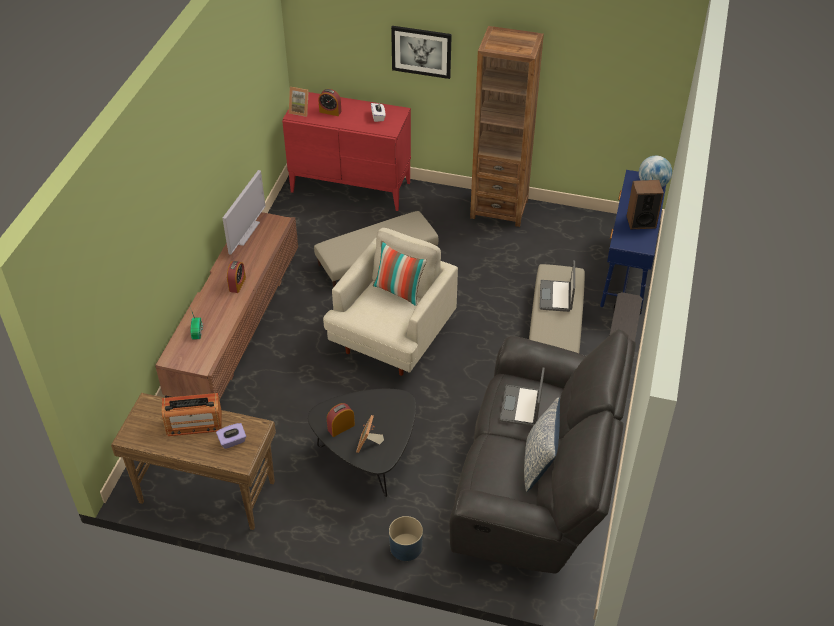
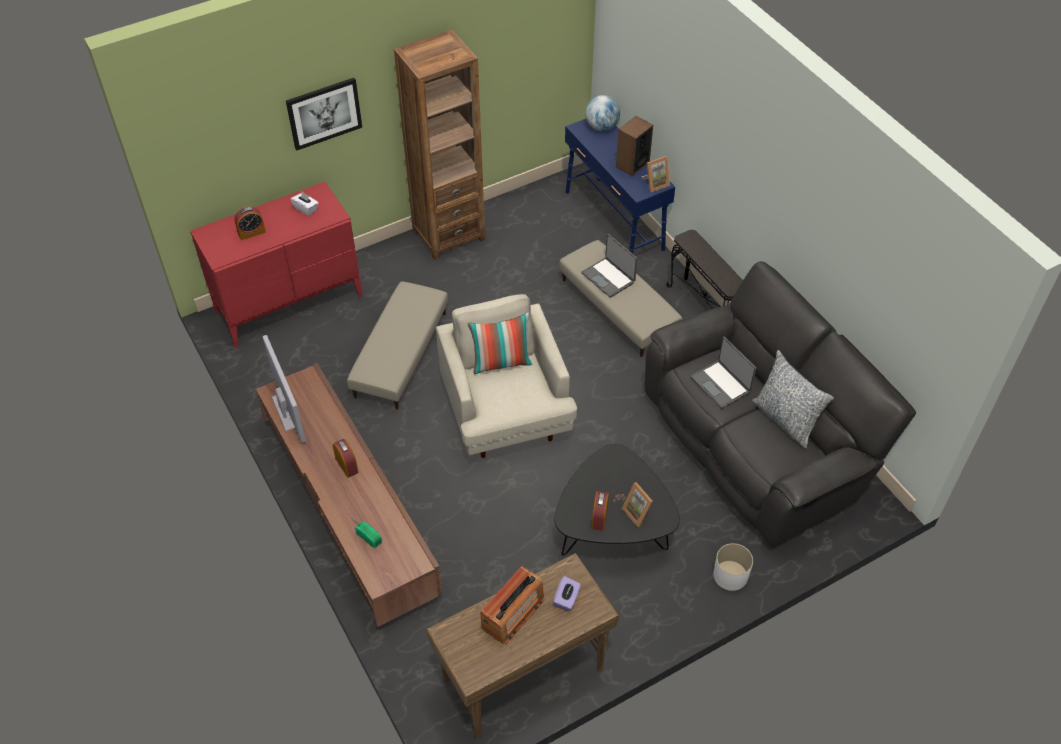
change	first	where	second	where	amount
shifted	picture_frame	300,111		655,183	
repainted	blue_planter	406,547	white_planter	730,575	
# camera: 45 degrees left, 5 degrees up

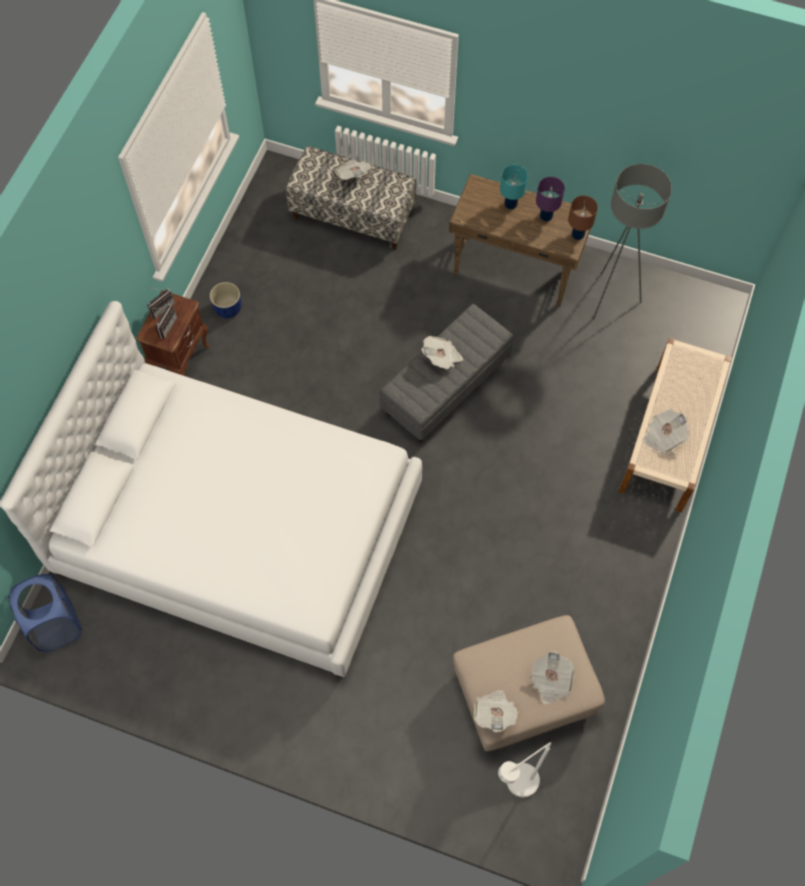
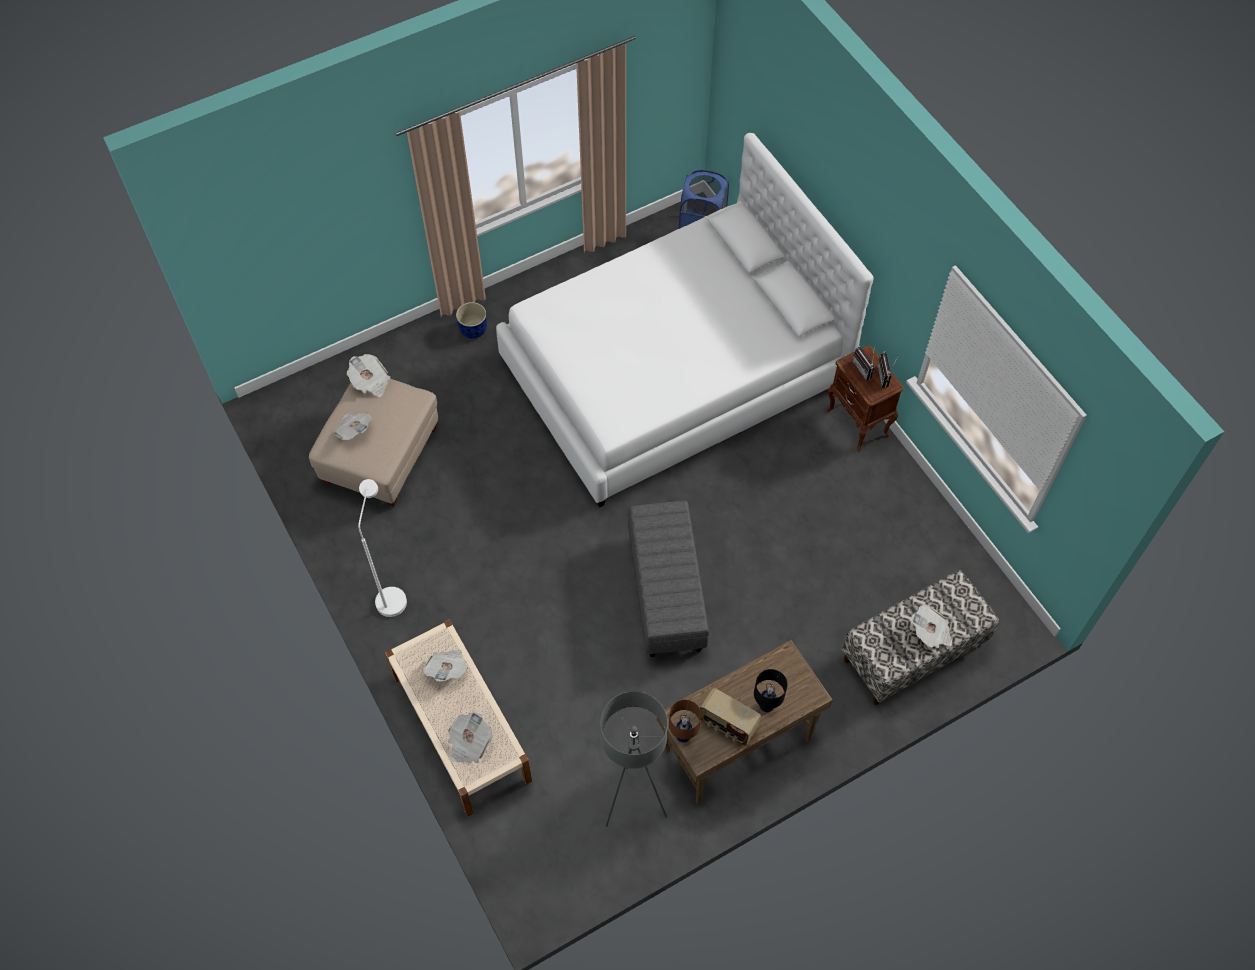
change	first	where	second	where	amount
shifted	white_floor_lamp	515,787		391,594	
shifted	newspaper	442,358		469,743	
shifted	blue_planter	228,309		473,329	
swapped	purple_table_lamp	545,216	radio	728,724	
repainted	turquoise_table_lamp	510,204	black_table_lamp	767,705	
# camera: 130 degrees right, 5 degrees down

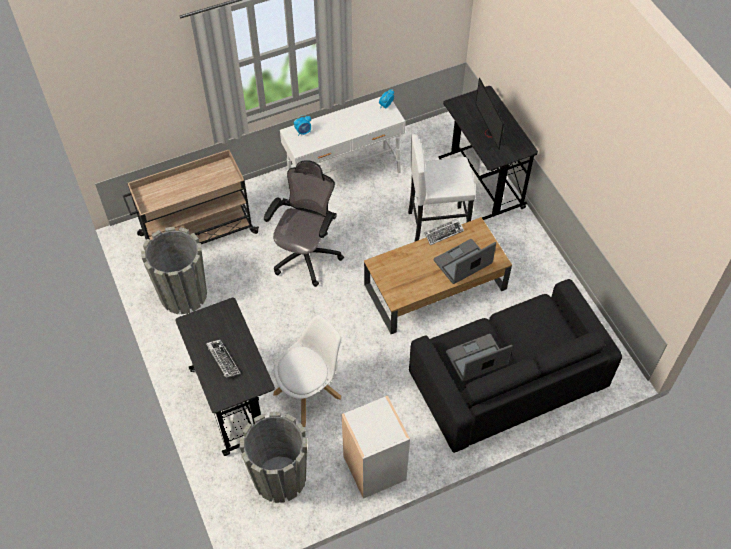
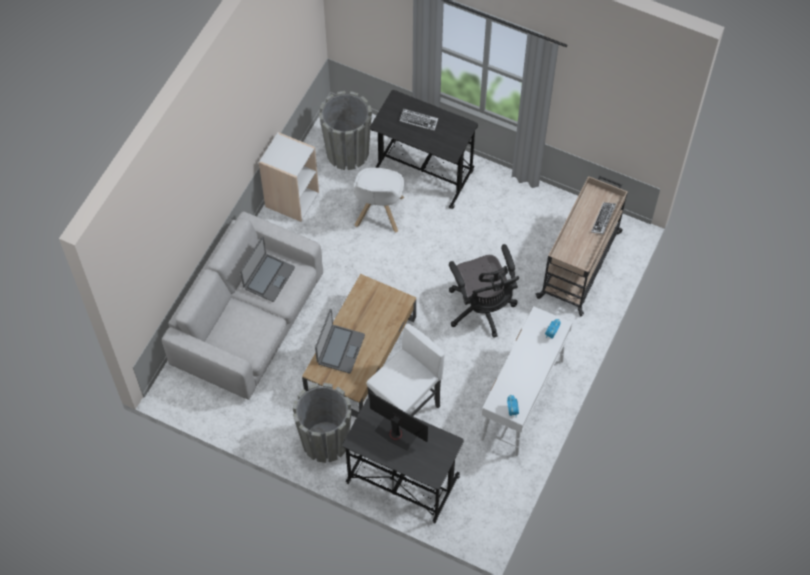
change	first	where	second	where	amount
repainted	black_sofa	506,380	white_sofa	249,321	
shifted	grey_planter	183,294		325,440	
shifted	keyboard	443,233		603,219	
# camera: 140 degrees right, 5 degrees up

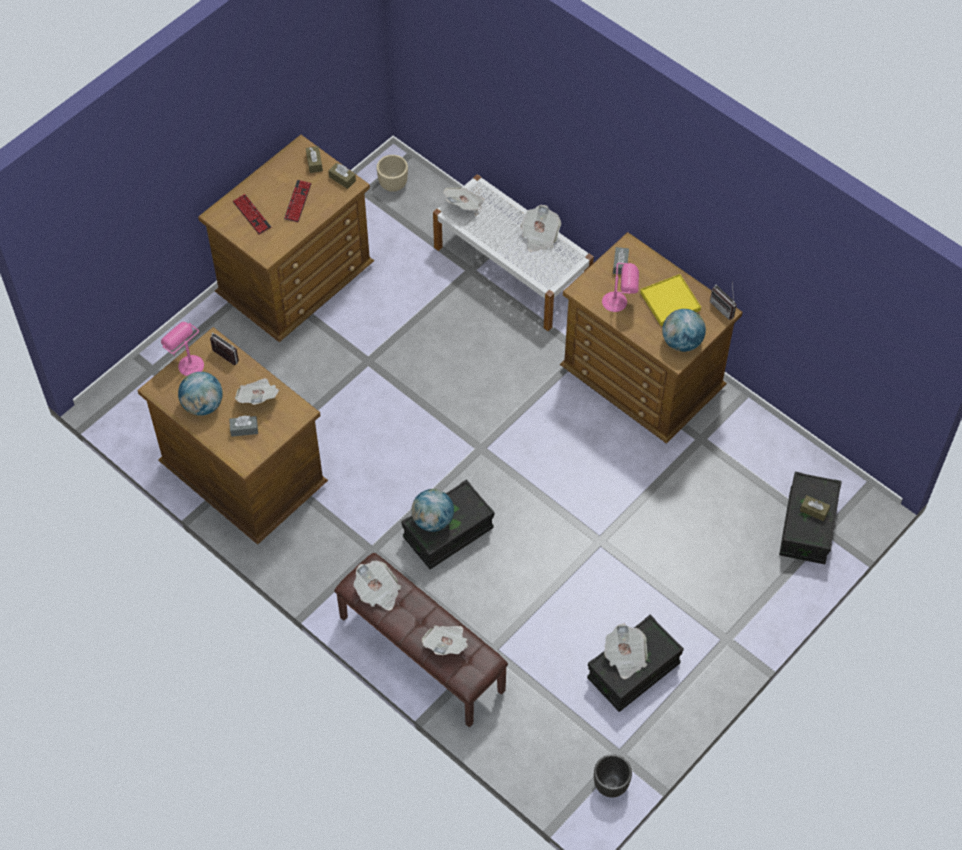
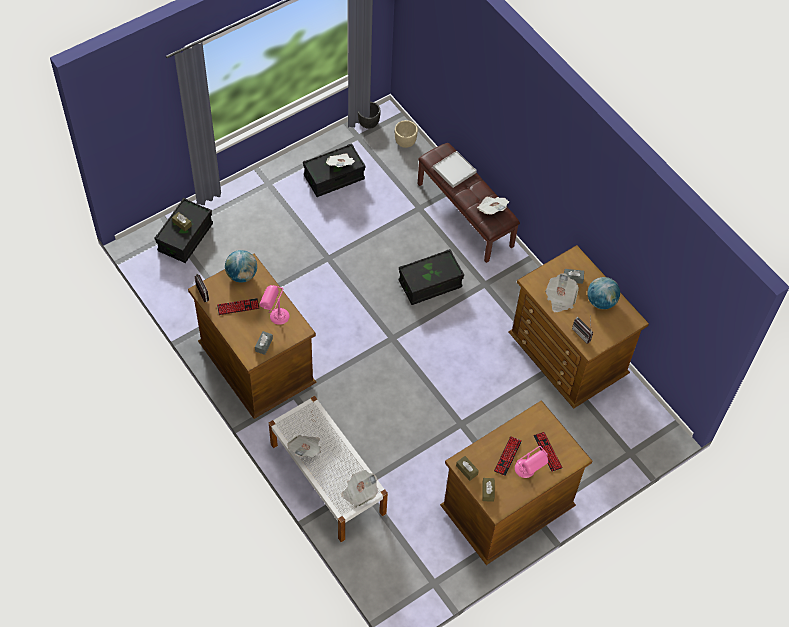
change	first	where	second	where	amount
swapped	yellow_tray	670,302	keyboard	238,307	
shifted	beige_planter	393,184		405,142	
swapped	newspaper	446,644	white_tray	454,170	
shifted	pink_table_lamp	186,363		528,471	
gone	globe	433,520			
# camera: 170 degrees left, 0 degrees up

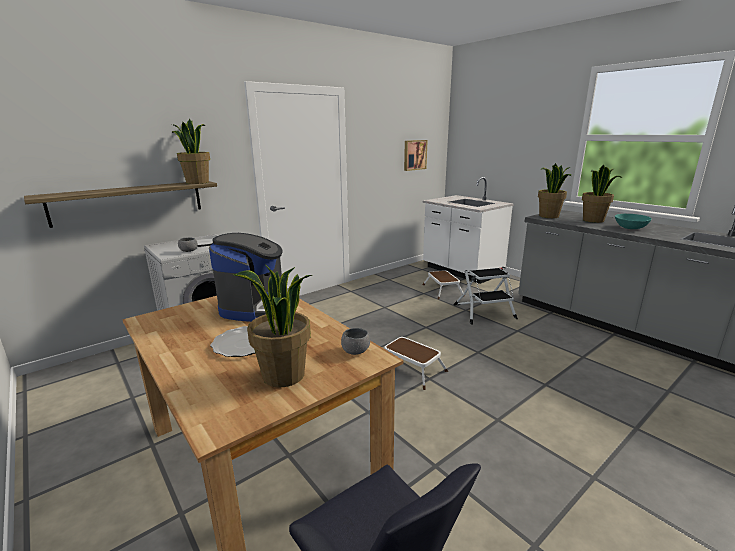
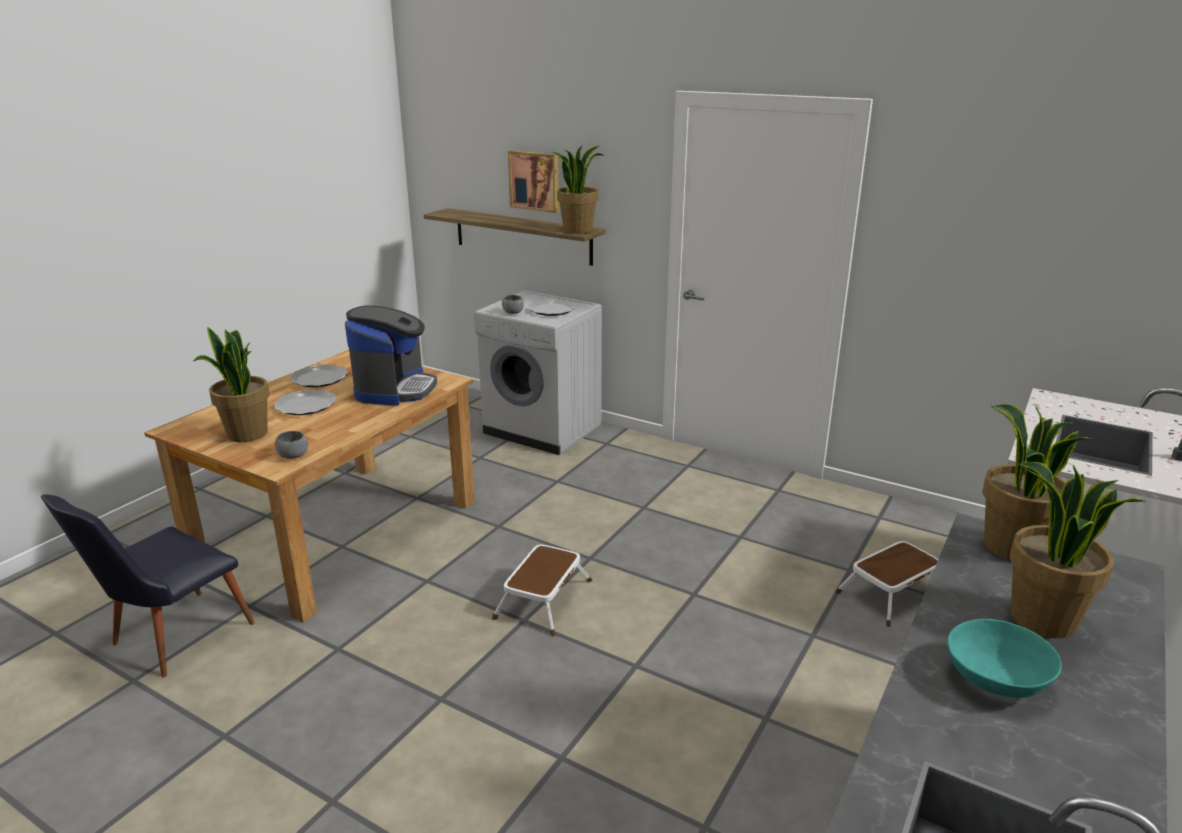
change	first	where	second	where	amount
new			plate	320,378	
rotated	coffee_machine	256,306		394,389	75 degrees counterclockwise
shifted	picture	414,155		535,181	
gone	step_ladder	483,312			
# camera: 70 degrees right, 5 degrees up

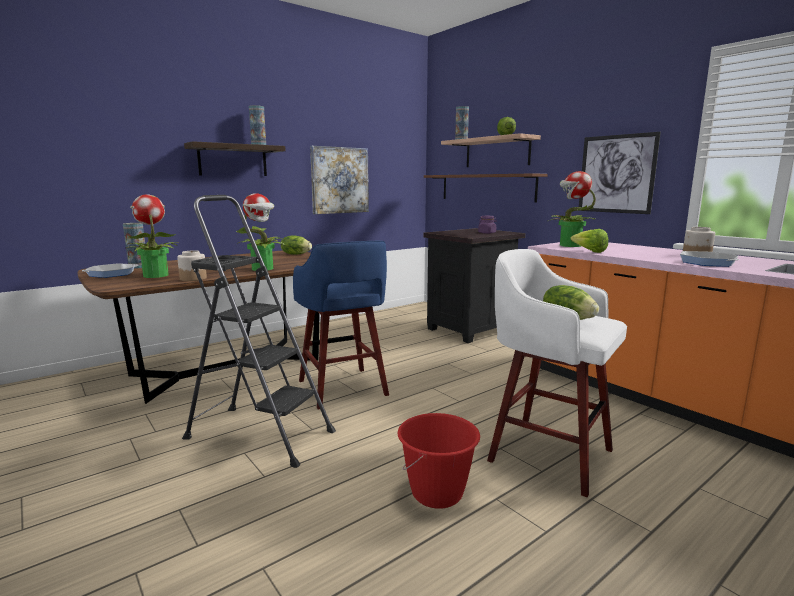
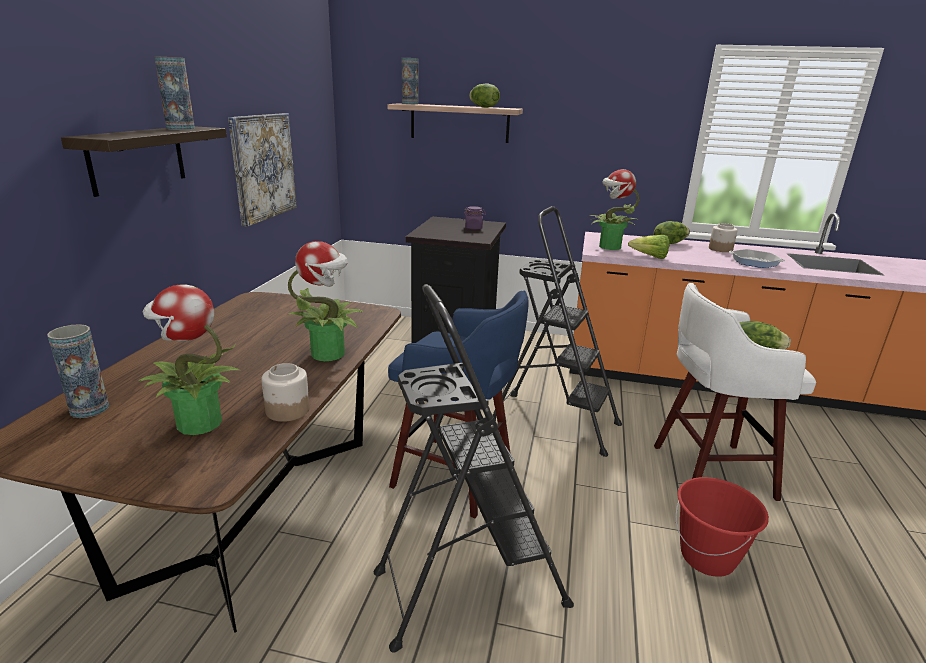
change	first	where	second	where	amount
new			step_ladder	553,421	
shifted	lettuce	296,254		669,243	
gone	frying_pan	111,274			
gone	brown_shelf	486,187			
gone	picture	616,174			
# camera: 40 degrees left, 10 degrees up

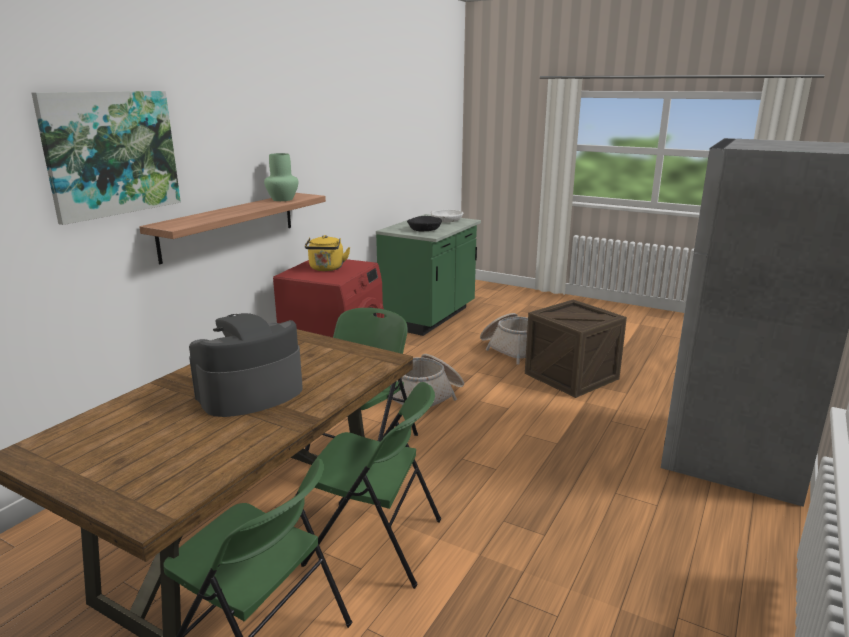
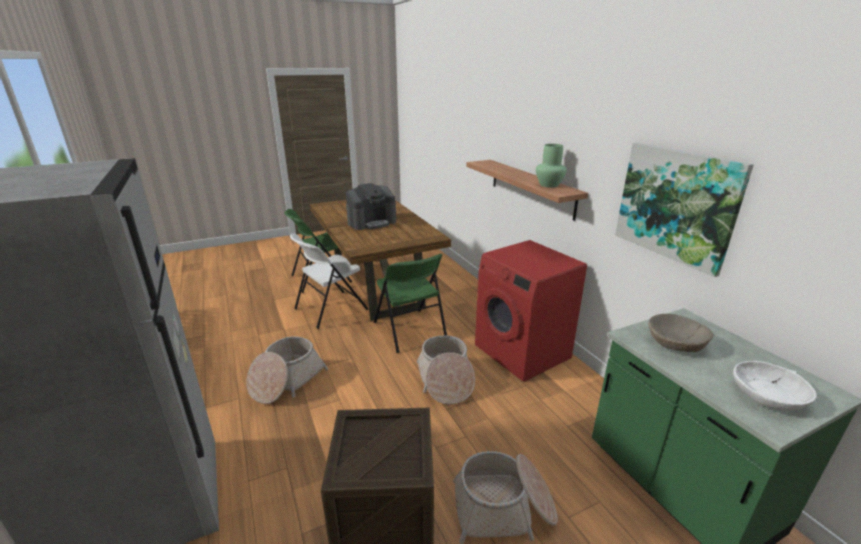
change	first	where	second	where	amount
new			basket	286,381	
repainted	green_chair	374,542	white_chair	331,309	
rotated	coffee_machine	250,393		372,222	60 degrees clockwise
shifted	picture	111,153		676,205	
repainted	black_bowl	424,230	beige_bowl	675,342	
gone	yellow_kettle	326,269			
# camera: 125 degrees right, 5 degrees up

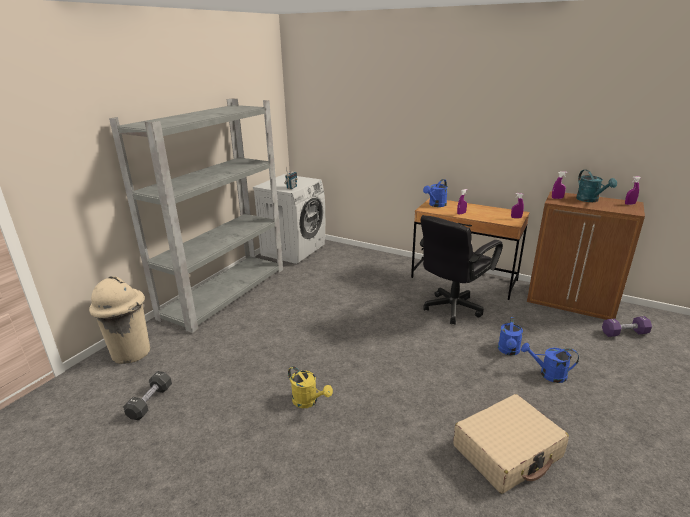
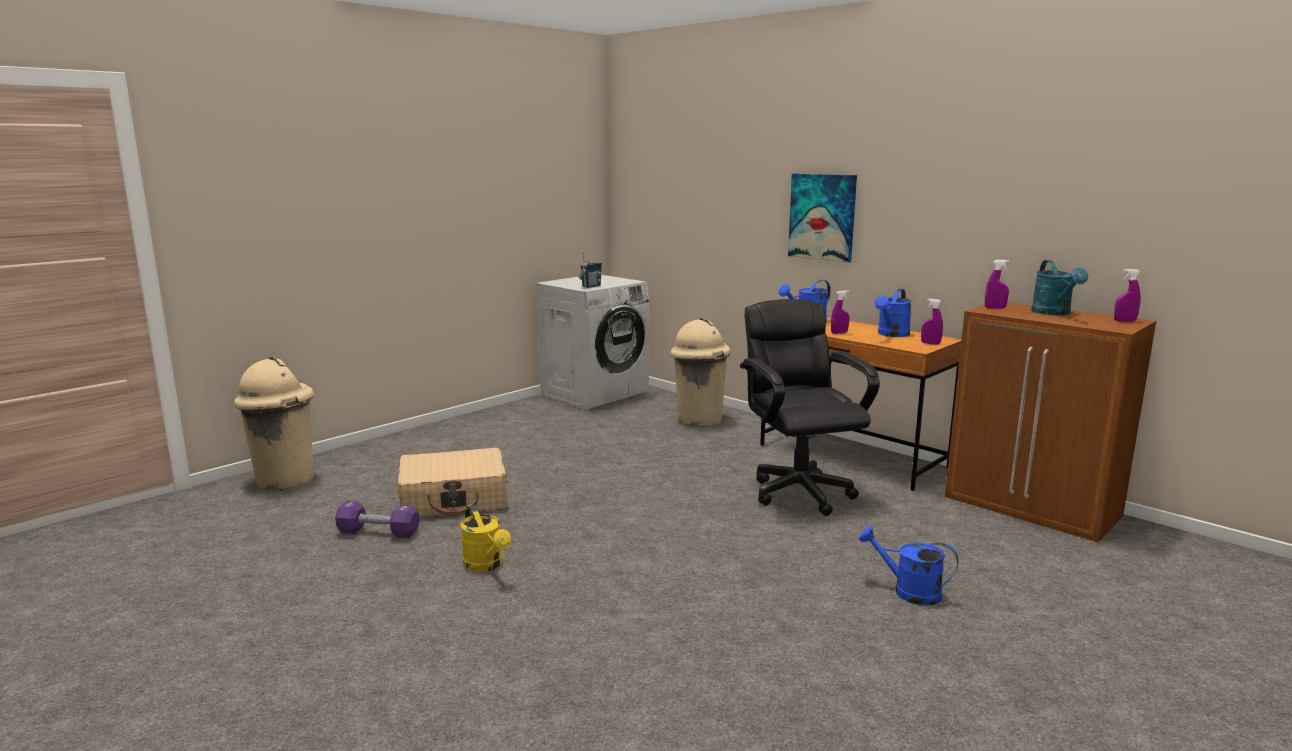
change	first	where	second	where	amount
shifted	purple_dumbbell	624,333		378,532	
shifted	beige_suitcase	507,451		454,499	
new			beige_trash_can	699,420	
rotated	black_office_chair	451,311		797,492	105 degrees clockwise
new			picture	822,217	
shifted	blue_watering_can	508,351		891,334	
gone	grey_bookcase	225,292			
gone	black_dumbbell	150,402			
# camera: 15 degrees right, 10 degrees down

